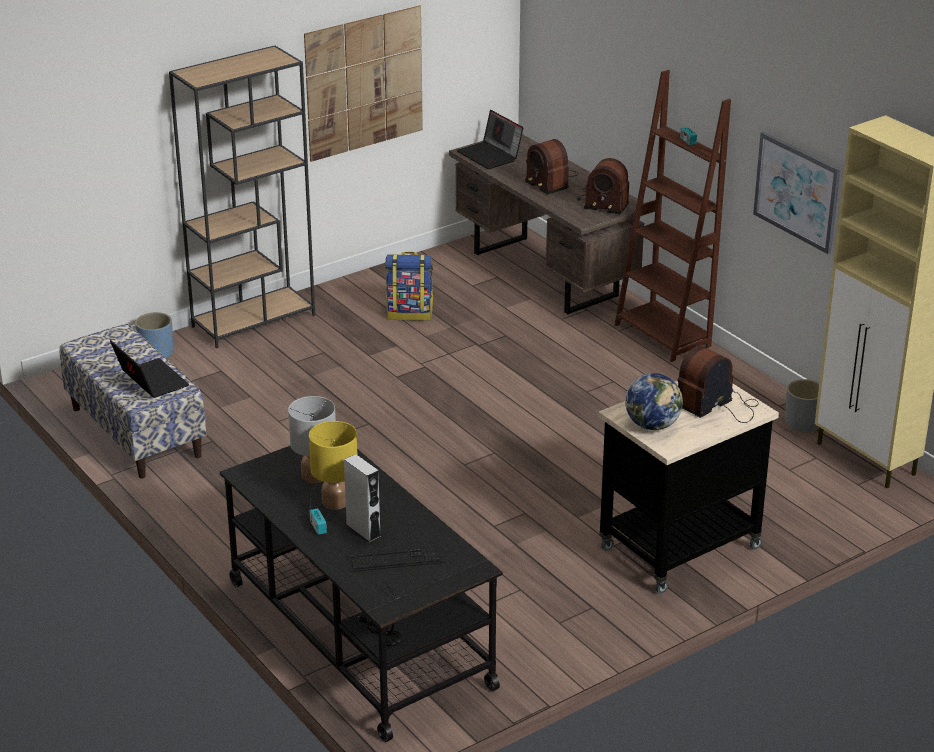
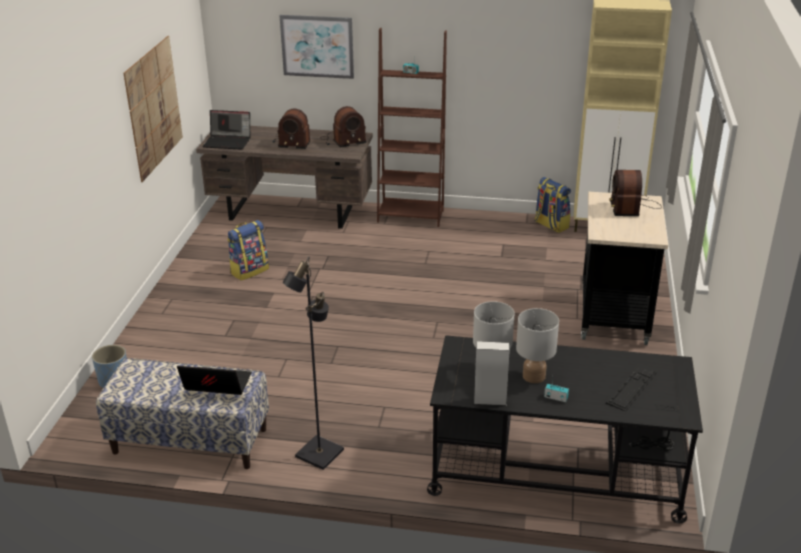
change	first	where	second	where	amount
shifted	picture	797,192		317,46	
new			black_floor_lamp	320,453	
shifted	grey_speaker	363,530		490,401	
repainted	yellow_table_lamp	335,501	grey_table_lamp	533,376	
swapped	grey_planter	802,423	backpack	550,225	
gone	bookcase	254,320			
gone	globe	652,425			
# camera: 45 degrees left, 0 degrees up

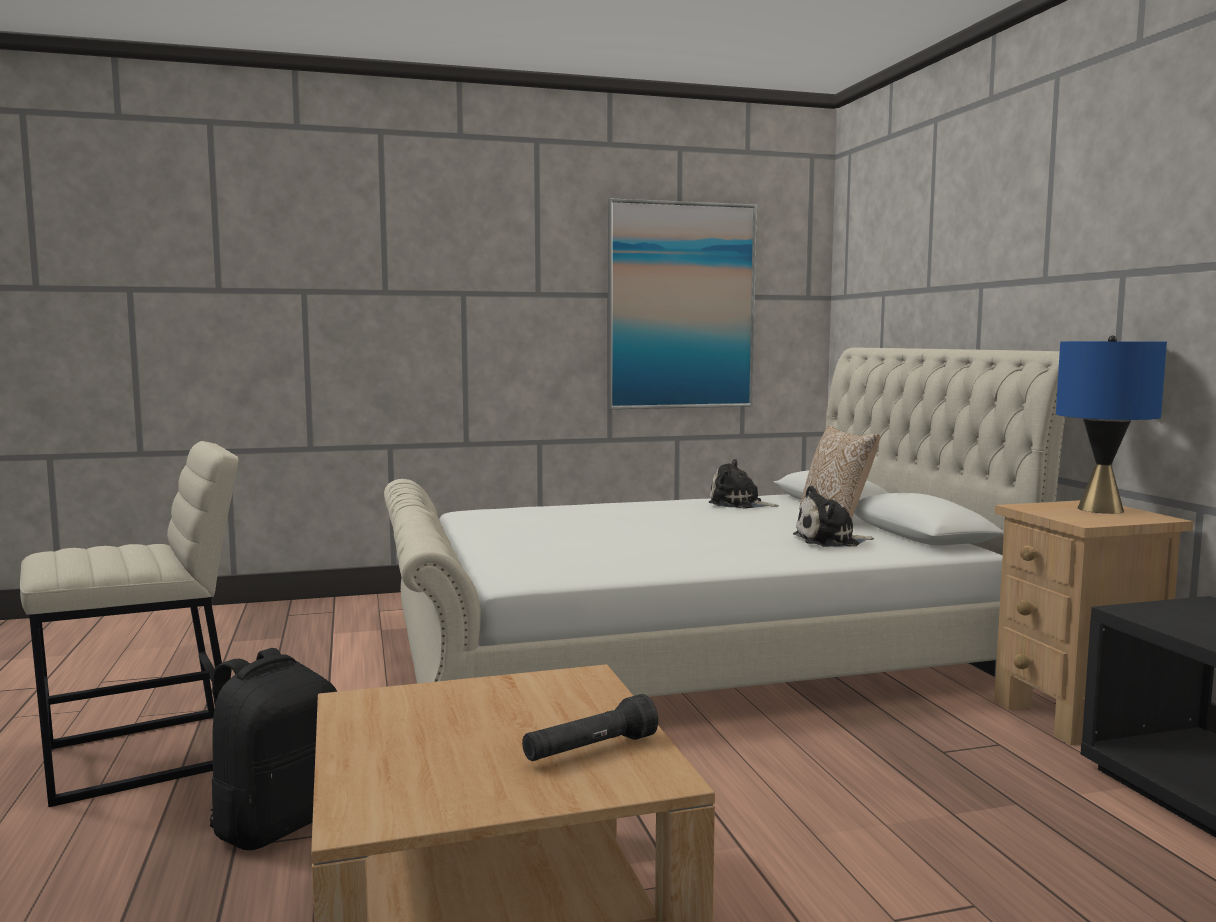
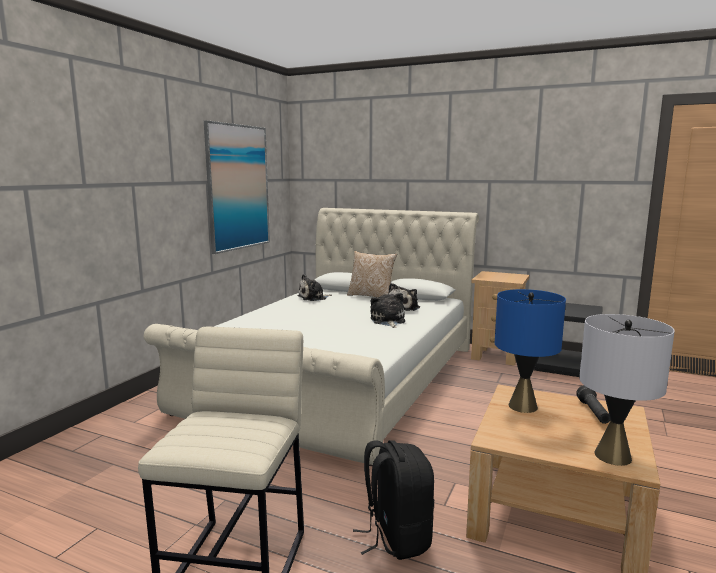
change	first	where	second	where	amount
new			plush_toy	388,321	
shifted	blue_table_lamp	1100,509		522,406	
new			grey_table_lamp	612,456	
# camera: 50 degrees left, 5 degrees up

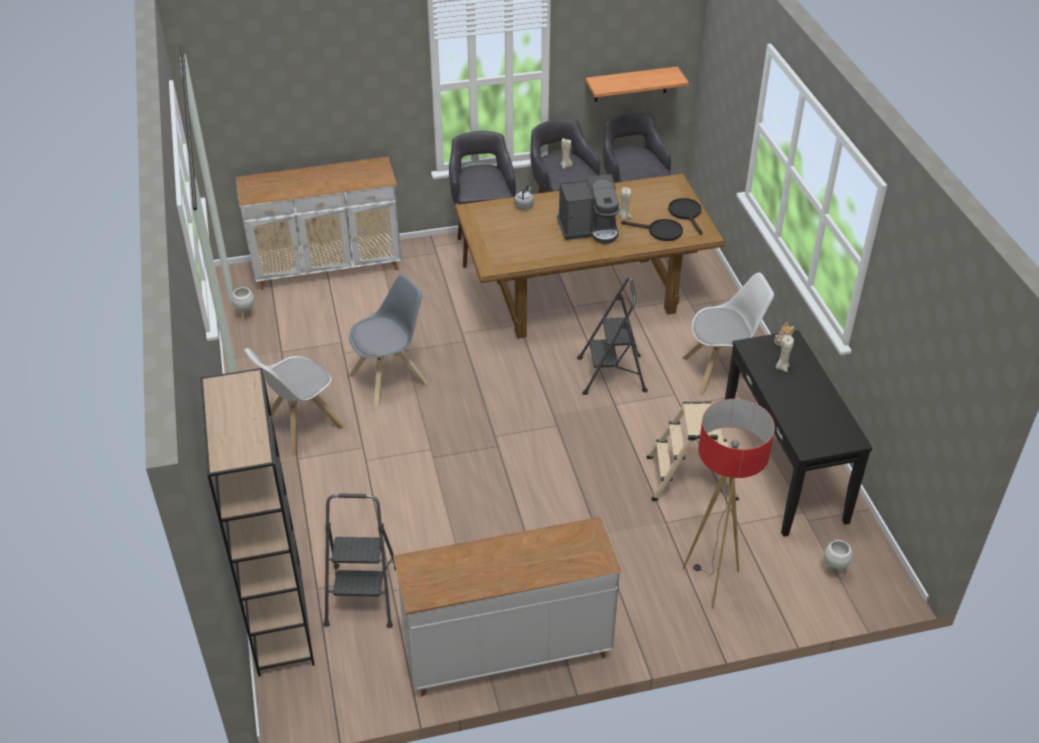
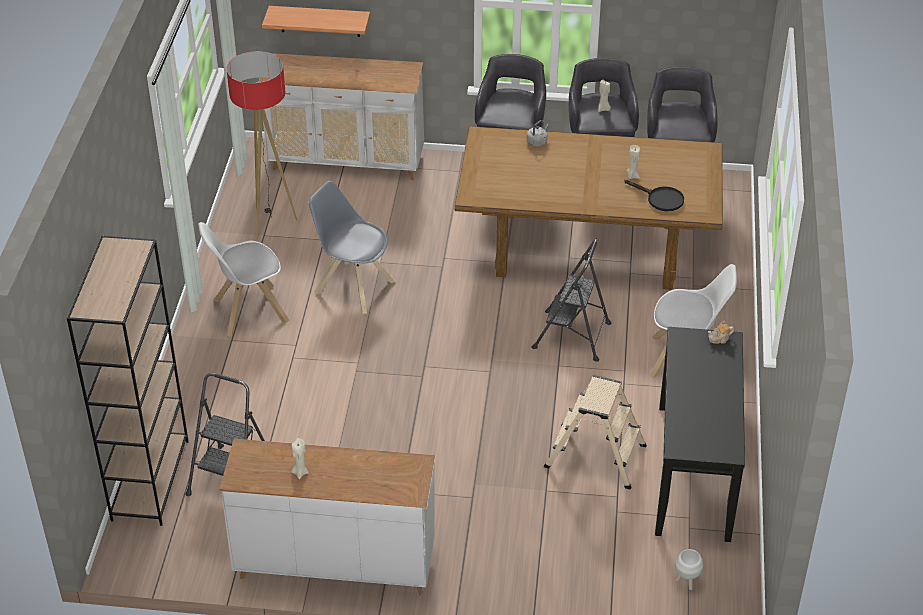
change	first	where	second	where	amount
shifted	floor_lamp	711,582		270,222	
shifted	shelf	631,84		320,21	
shifted	beige_candle	782,367		300,472	
rotated	grey_chair	390,378		353,286	135 degrees counterclockwise
gone	white_planter	246,315			
gone	coffee_machine	589,229			
gone	black_frying_pan	686,214			
# camera: 20 degrees right, 0 degrees up

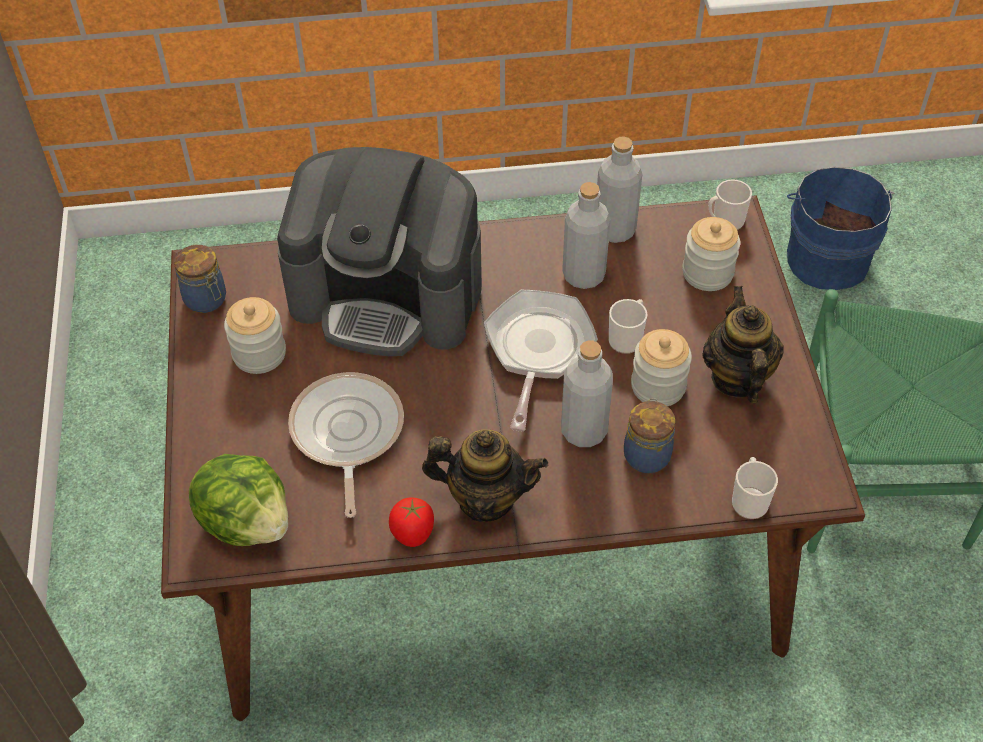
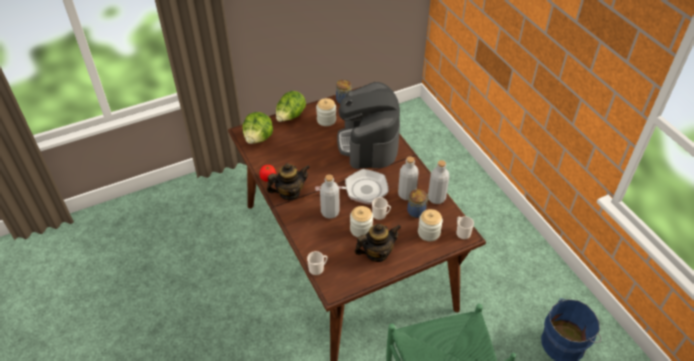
change	first	where	second	where	amount
rotated	teapot	485,498		289,193	105 degrees counterclockwise
new			lettuce	290,117	
shifted	jar	647,454		417,211	
gone	frying_pan	346,433			
# camera: 70 degrees right, 5 degrees down

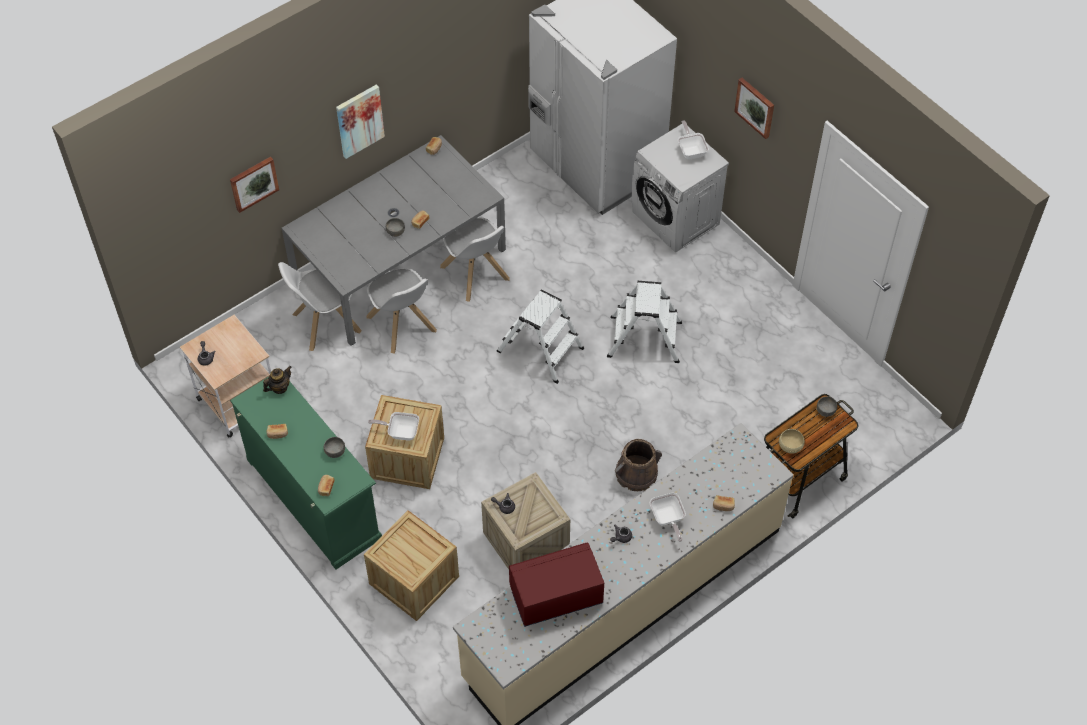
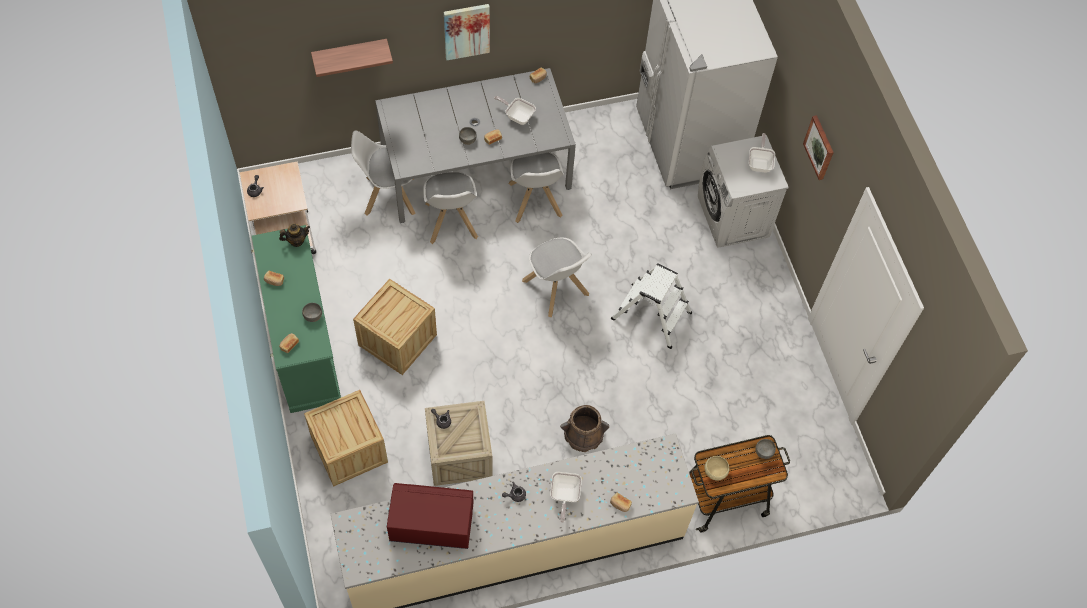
change	first	where	second	where	amount
swapped	picture	253,183	shelf	350,54	
shifted	frying_pan	400,432		517,116	
swapped	white_step_ladder	540,350	chair	556,289	
# camera: 20 degrees right, 5 degrees up

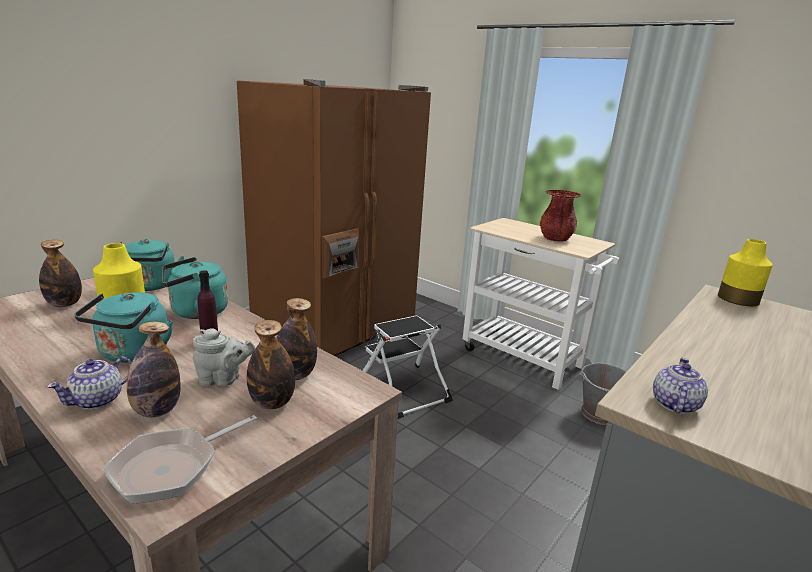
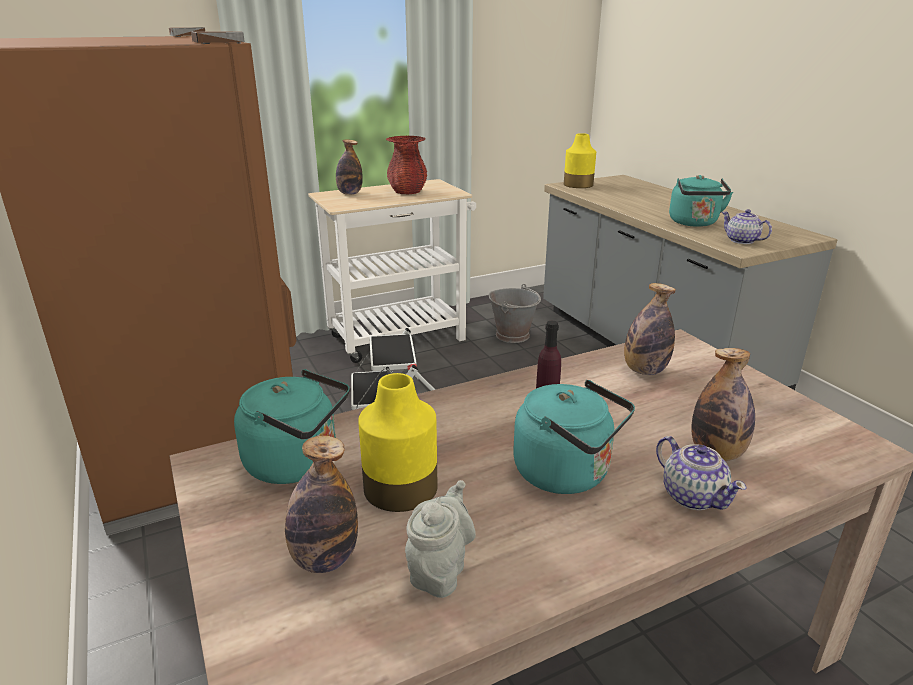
change	first	where	second	where	amount
shifted	bottle	272,403		350,193	
shifted	grey_teapot	223,379		440,570	
shifted	turquoise_kettle	196,312		694,223	
gone	frying_pan	172,467			
# camera: 65 degrees left, 5 degrees up

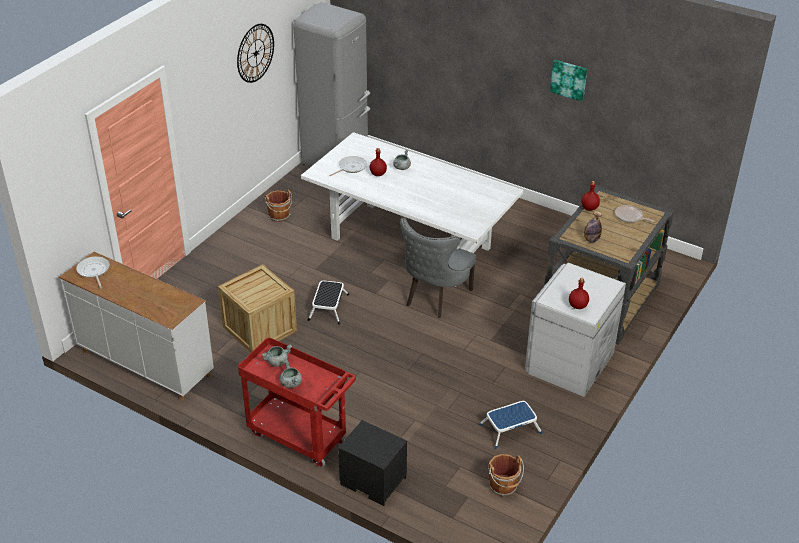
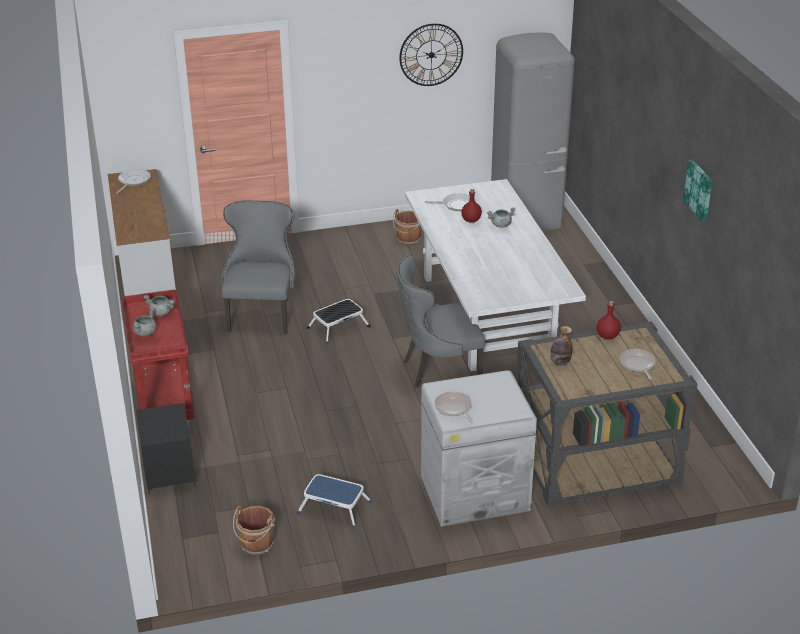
change	first	where	second	where	amount
swapped	crate	259,329	grey_chair	262,313	
swapped	red_bottle	578,306	frying_pan	454,408	
# camera: 45 degrees right, 5 degrees down

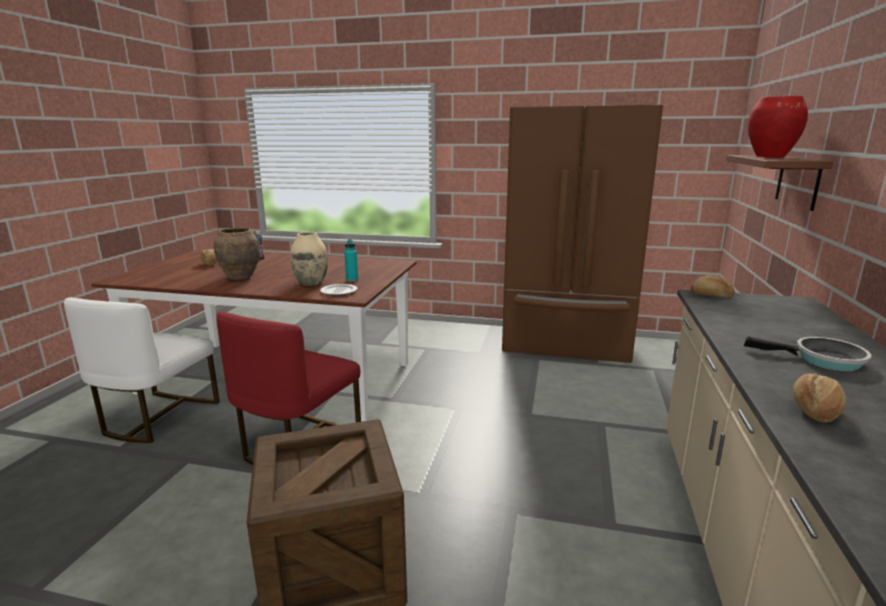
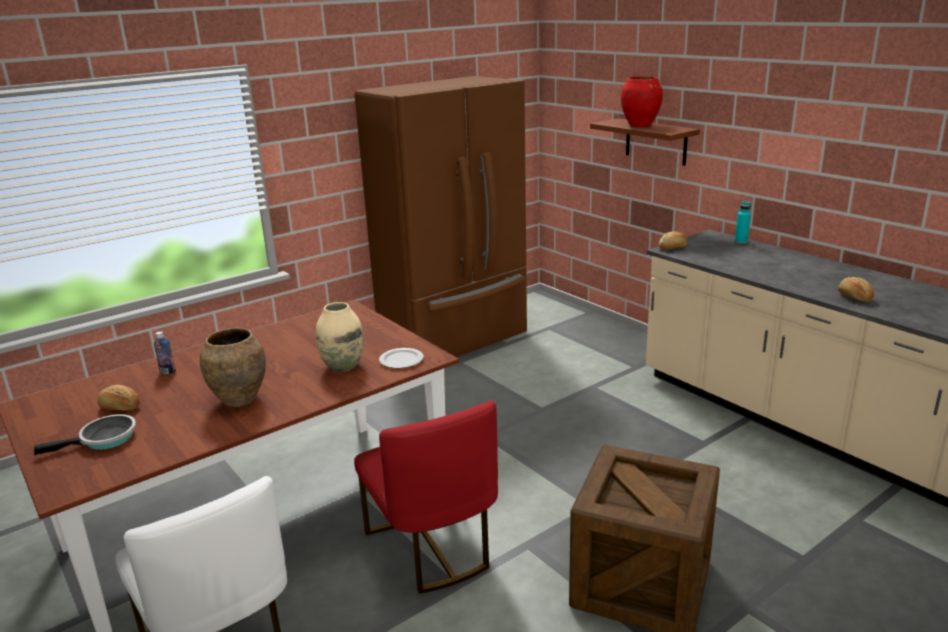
change	first	where	second	where	amount
shifted	frying_pan	822,360		104,440	
shifted	turquoise_bottle	352,280		741,241	
# camera: 50 degrees left, 5 degrees up

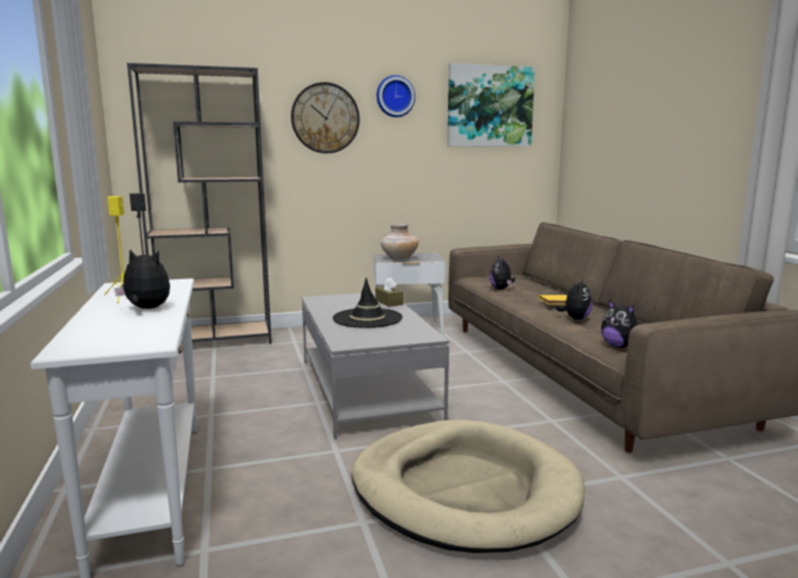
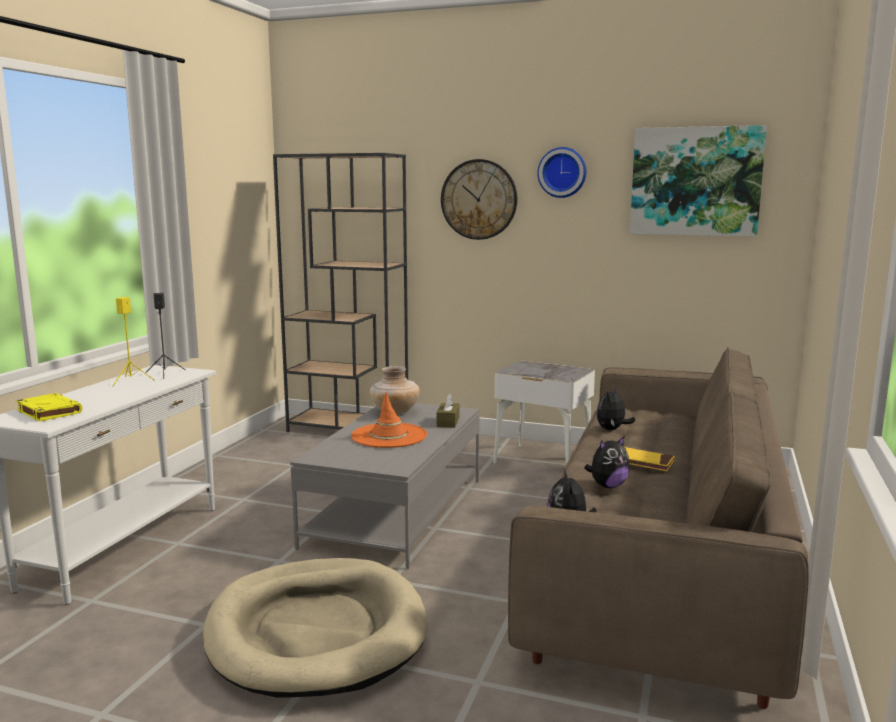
change	first	where	second	where	amount
new			yellow_book	48,411	
repainted	black_hat	367,318	orange_hat	389,436	
shifted	beige_vase	399,259		394,412	
gone	plush_toy	146,309			
# camera: 35 degrees right, 0 degrees up

